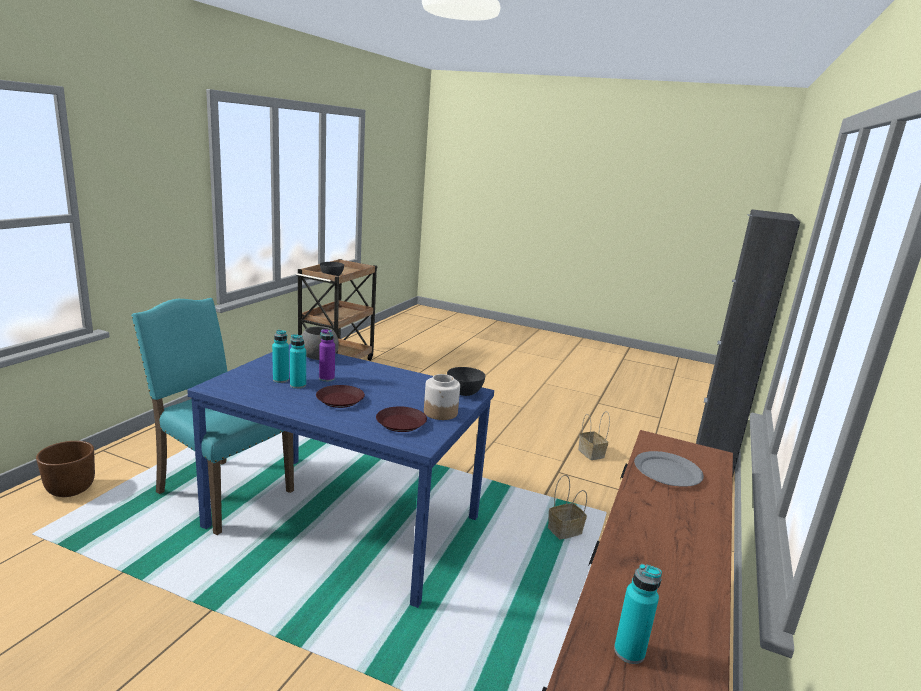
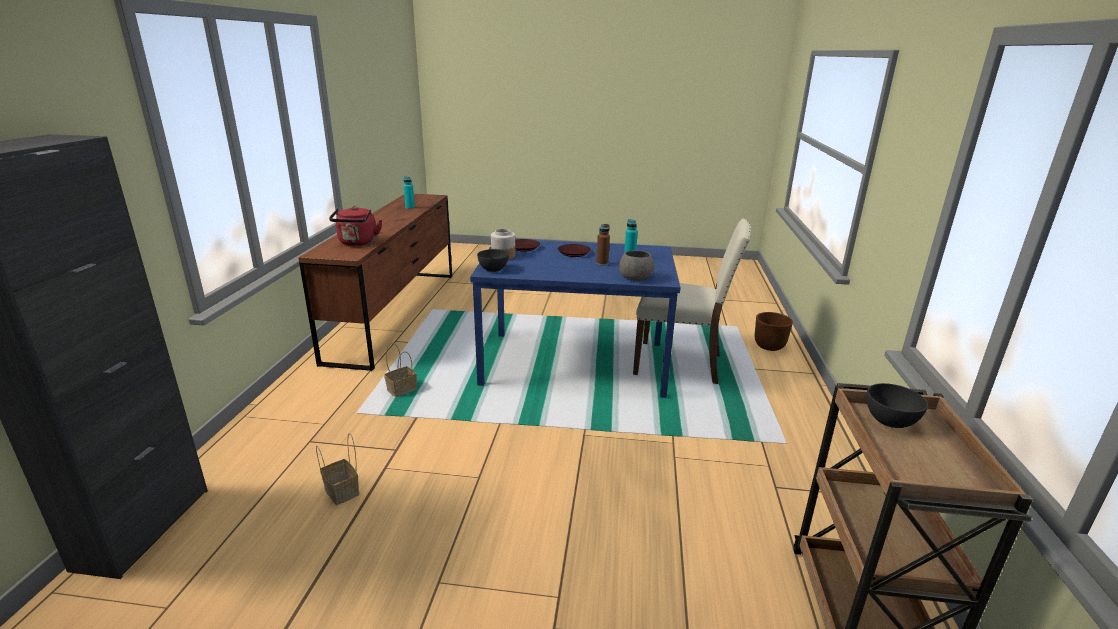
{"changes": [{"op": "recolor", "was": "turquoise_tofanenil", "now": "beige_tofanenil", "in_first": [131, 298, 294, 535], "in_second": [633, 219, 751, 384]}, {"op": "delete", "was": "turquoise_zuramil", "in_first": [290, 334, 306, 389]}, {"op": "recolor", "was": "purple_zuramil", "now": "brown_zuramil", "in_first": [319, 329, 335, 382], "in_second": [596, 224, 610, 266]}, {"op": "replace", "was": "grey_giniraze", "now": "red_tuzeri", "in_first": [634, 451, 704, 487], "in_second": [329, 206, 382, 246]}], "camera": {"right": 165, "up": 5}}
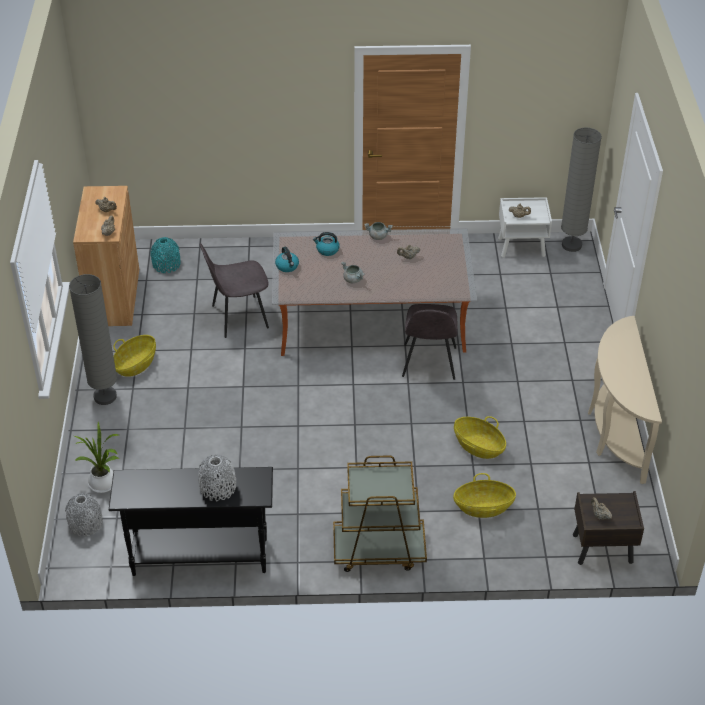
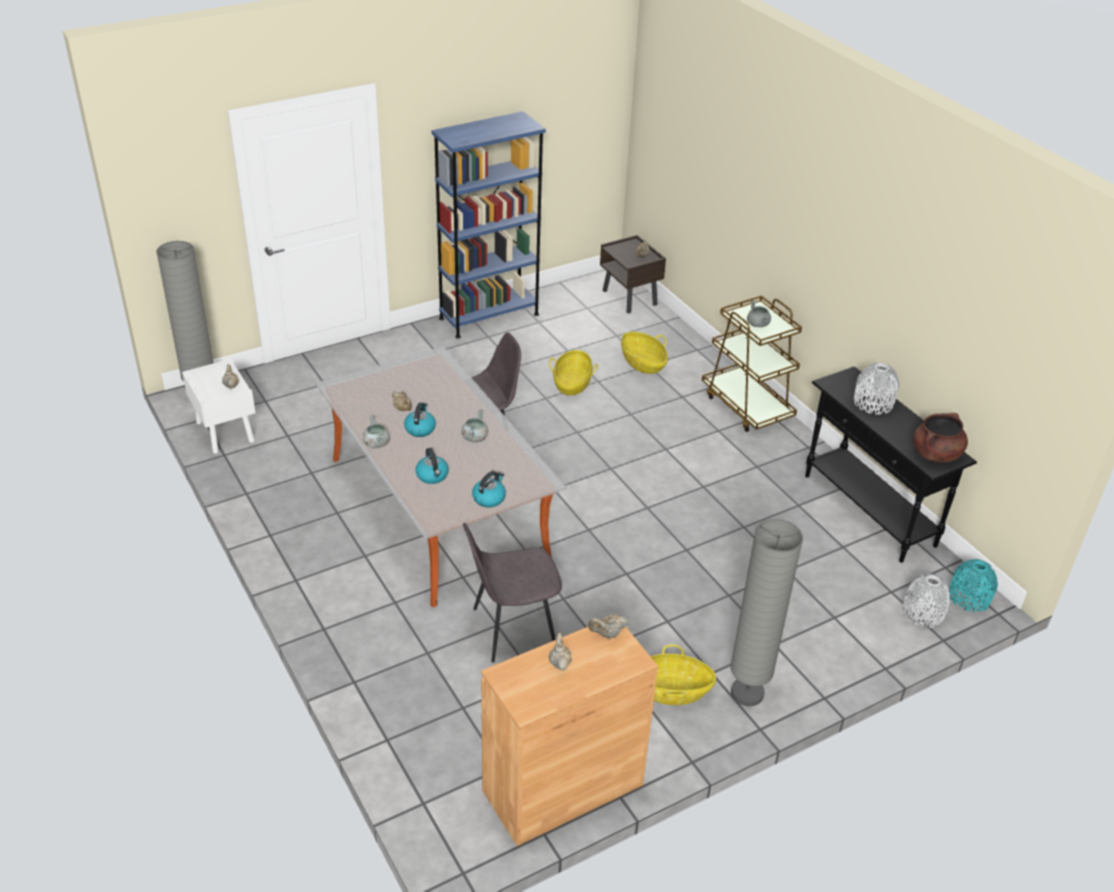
{"changes": [{"op": "delete", "was": "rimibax", "in_first": [74, 422, 119, 493]}, {"op": "move", "was": "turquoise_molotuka", "in_first": [150, 237, 180, 273], "in_second": [949, 559, 998, 612]}, {"op": "rotate", "was": "grey_tofanenil", "in_first": [199, 243, 269, 338], "in_second": [463, 523, 562, 663], "clockwise": 120}, {"op": "replace", "was": "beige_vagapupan", "now": "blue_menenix", "in_first": [588, 316, 662, 484], "in_second": [432, 111, 546, 339]}, {"op": "insert", "now": "tuzeri", "in_second": [404, 402, 436, 437]}, {"op": "insert", "now": "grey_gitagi", "in_second": [747, 300, 771, 327]}, {"op": "insert", "now": "brown_gitagi", "in_second": [913, 413, 968, 462]}], "camera": {"right": -120, "up": -5}}
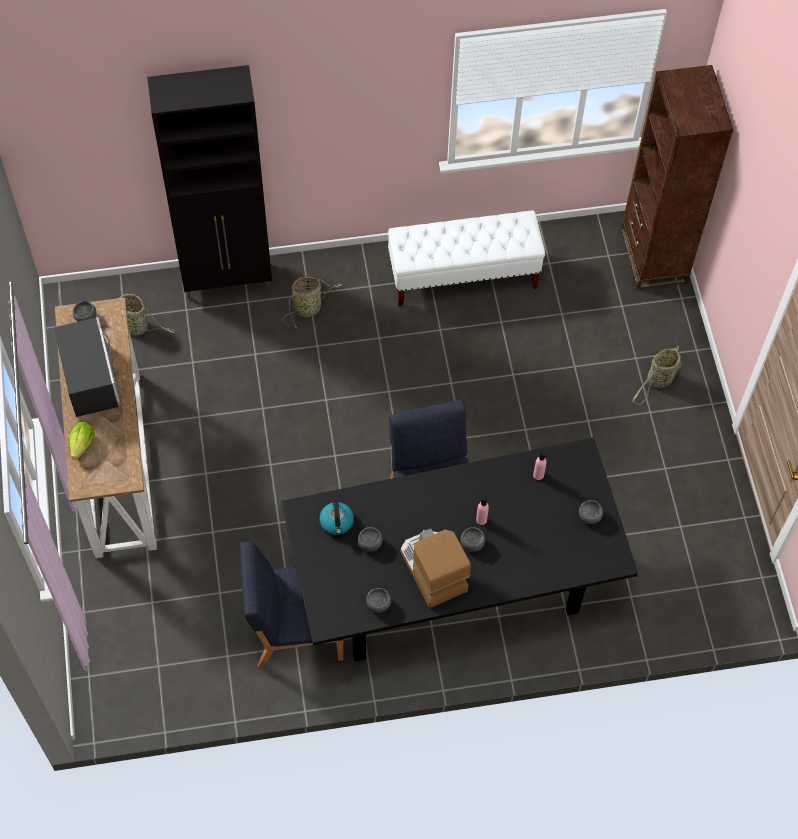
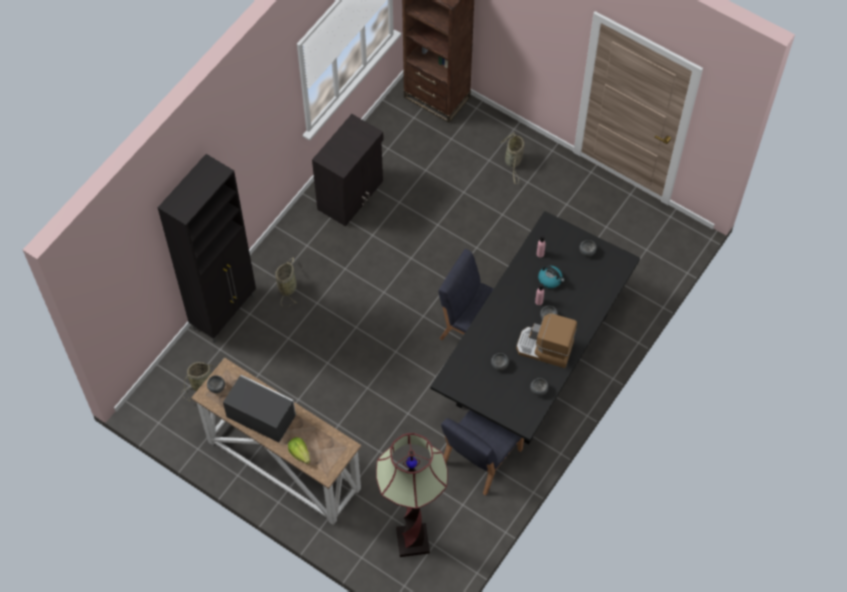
{"changes": [{"op": "move", "was": "tuzeri", "in_first": [320, 499, 354, 535], "in_second": [538, 265, 564, 288]}, {"op": "replace", "was": "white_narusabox", "now": "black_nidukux", "in_first": [388, 210, 545, 307], "in_second": [312, 114, 384, 227]}, {"op": "insert", "now": "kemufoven", "in_second": [376, 433, 448, 557]}], "camera": {"right": -45, "up": 0}}
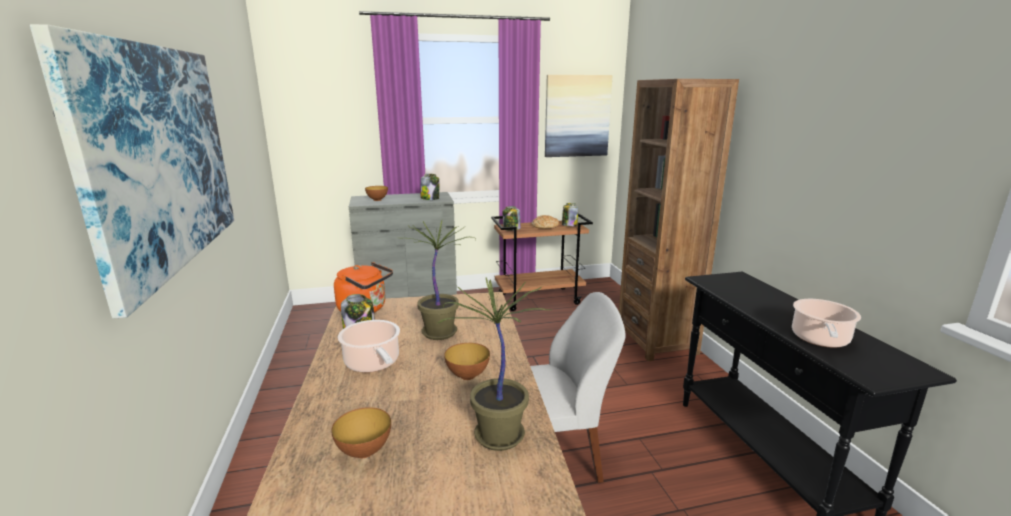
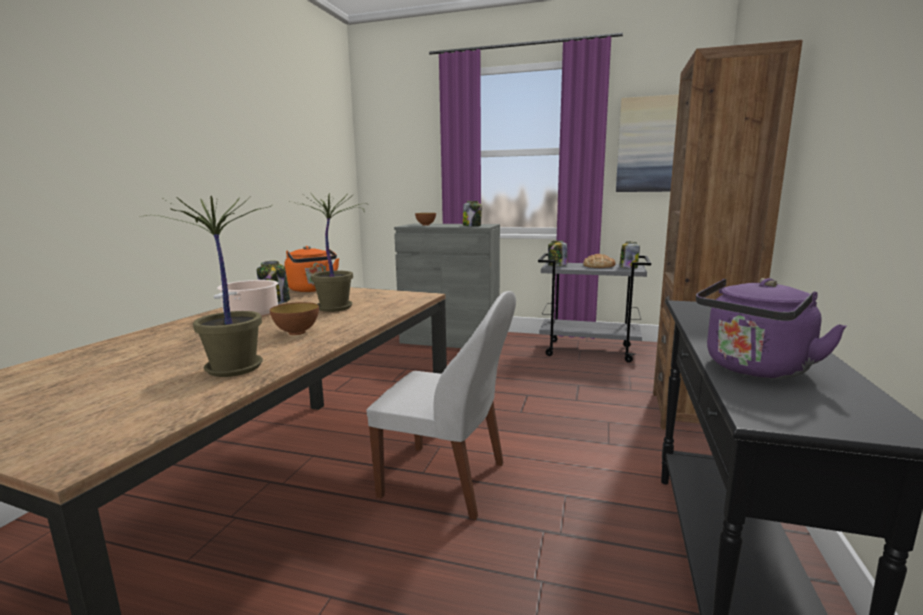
{"changes": [{"op": "delete", "was": "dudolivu", "in_first": [30, 24, 234, 319]}, {"op": "delete", "was": "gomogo", "in_first": [331, 407, 391, 458]}, {"op": "recolor", "was": "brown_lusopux", "now": "grey_lusopux", "in_first": [491, 213, 593, 311], "in_second": [538, 253, 651, 363]}, {"op": "replace", "was": "gitagi", "now": "purple_tuzeri", "in_first": [792, 299, 861, 348], "in_second": [696, 278, 847, 379]}], "camera": {"right": 30, "up": -5}}
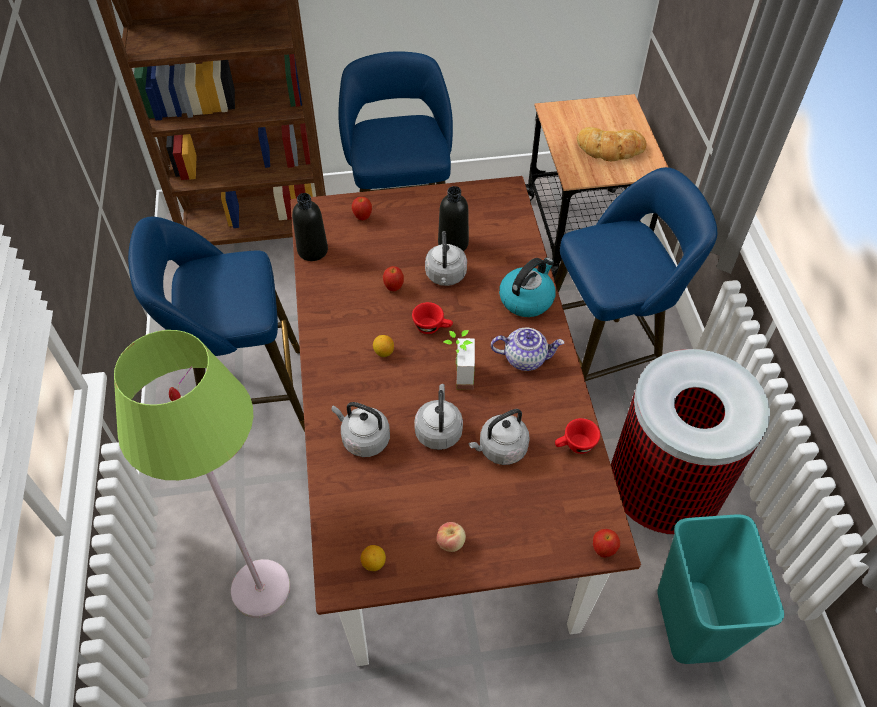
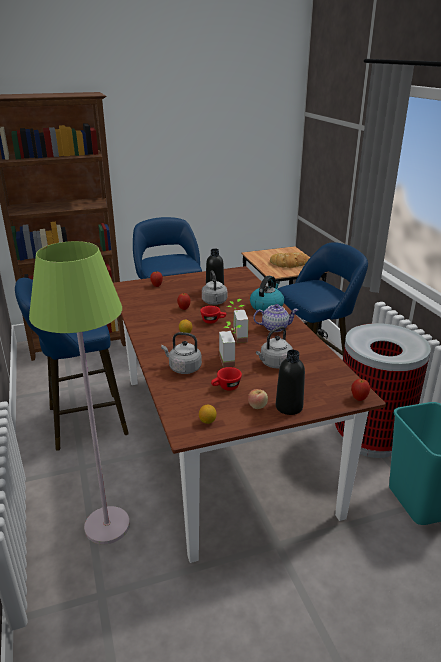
{"changes": [{"op": "move", "was": "black_zuramil", "in_first": [292, 193, 328, 261], "in_second": [276, 350, 305, 415]}, {"op": "replace", "was": "grey_tuzeri", "now": "rimibax", "in_first": [414, 384, 463, 450], "in_second": [219, 321, 242, 367]}, {"op": "move", "was": "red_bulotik", "in_first": [555, 418, 600, 454], "in_second": [211, 367, 242, 391]}], "camera": {"right": -10, "up": -25}}
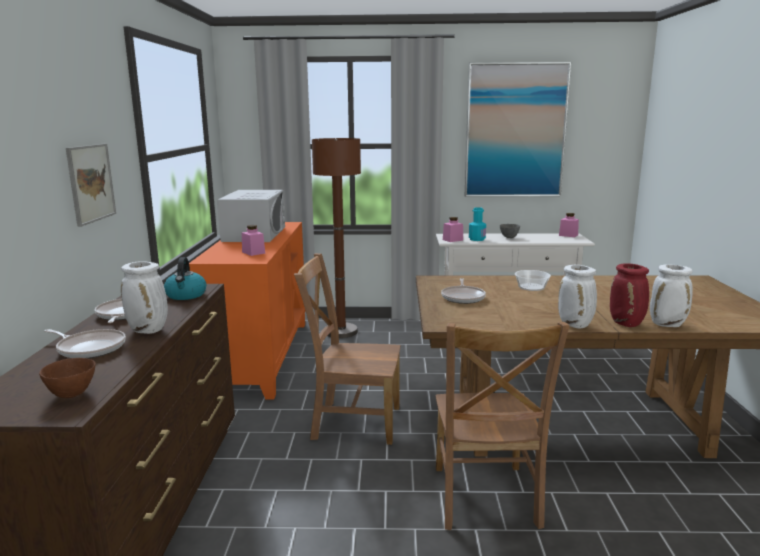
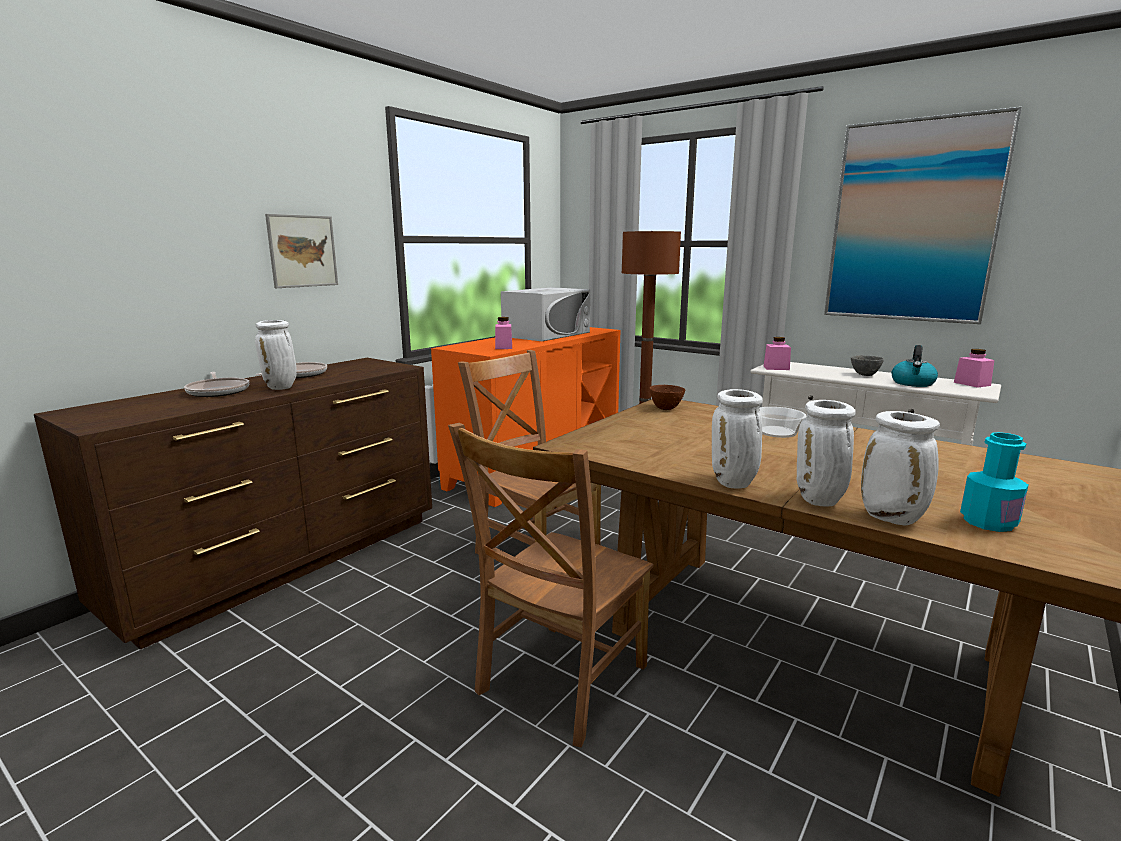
{"changes": [{"op": "move", "was": "brown_gomogo", "in_first": [39, 358, 95, 398], "in_second": [649, 385, 685, 410]}, {"op": "move", "was": "tuzeri", "in_first": [164, 257, 206, 300], "in_second": [891, 345, 938, 387]}, {"op": "delete", "was": "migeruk", "in_first": [441, 278, 486, 304]}, {"op": "move", "was": "turquoise_zuramil", "in_first": [469, 207, 486, 241], "in_second": [960, 432, 1029, 532]}, {"op": "recolor", "was": "red_molotuka", "now": "white_molotuka", "in_first": [610, 263, 649, 327], "in_second": [797, 400, 856, 507]}], "camera": {"right": 35, "up": 0}}
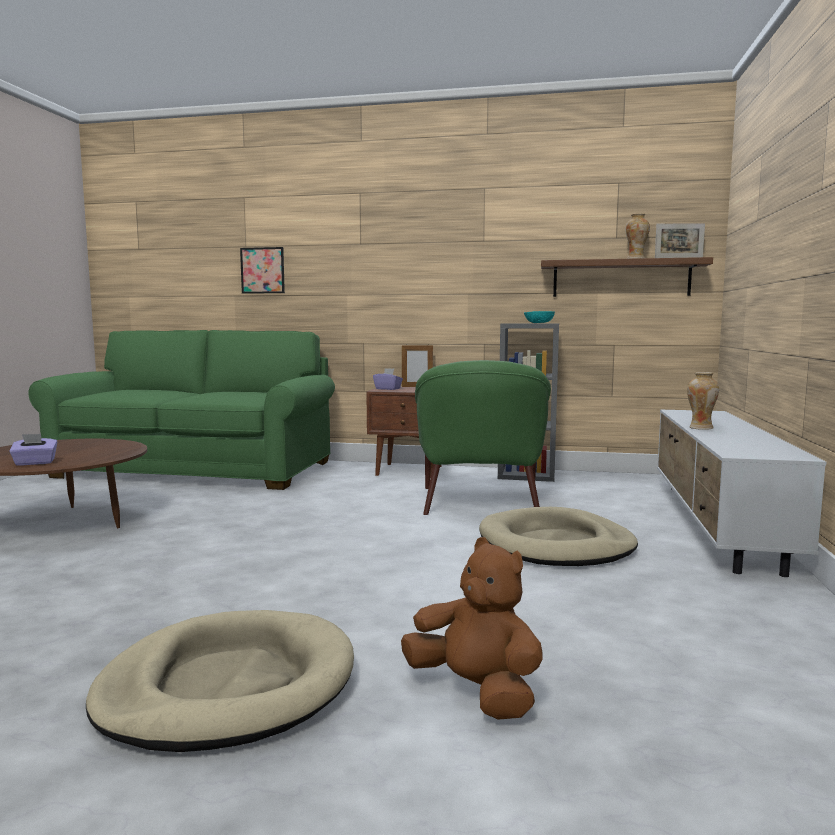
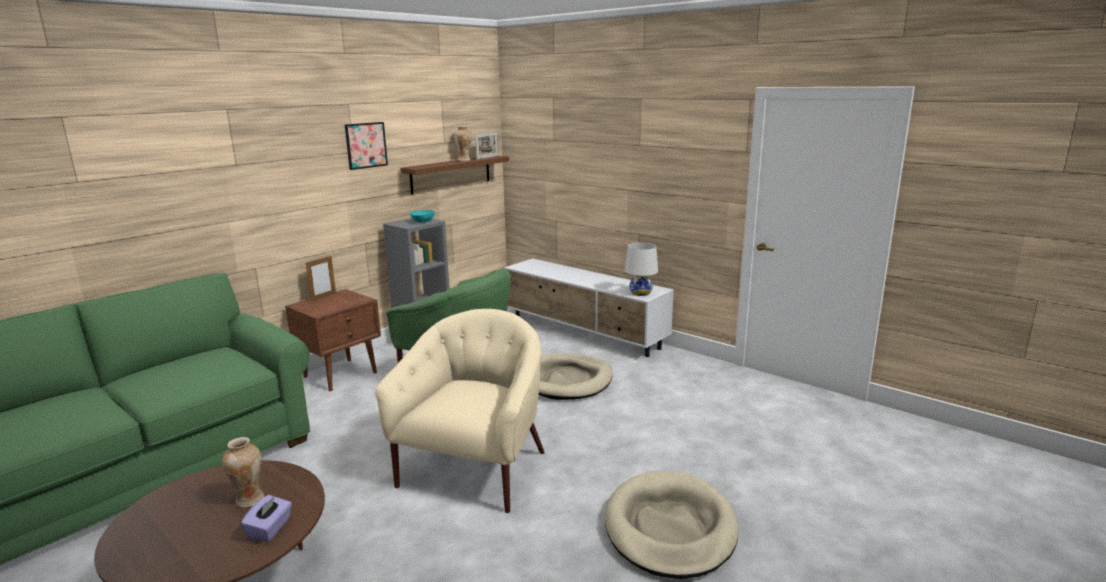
{"changes": [{"op": "move", "was": "dudolivu", "in_first": [240, 247, 285, 294], "in_second": [345, 122, 388, 170]}, {"op": "delete", "was": "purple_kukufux", "in_first": [373, 368, 403, 390]}, {"op": "delete", "was": "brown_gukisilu", "in_first": [401, 537, 543, 720]}, {"op": "move", "was": "molotuka", "in_first": [687, 372, 719, 430], "in_second": [222, 437, 264, 507]}, {"op": "insert", "now": "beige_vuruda", "in_second": [375, 309, 545, 513]}, {"op": "insert", "now": "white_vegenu", "in_second": [625, 243, 658, 296]}], "camera": {"right": -60, "up": 10}}
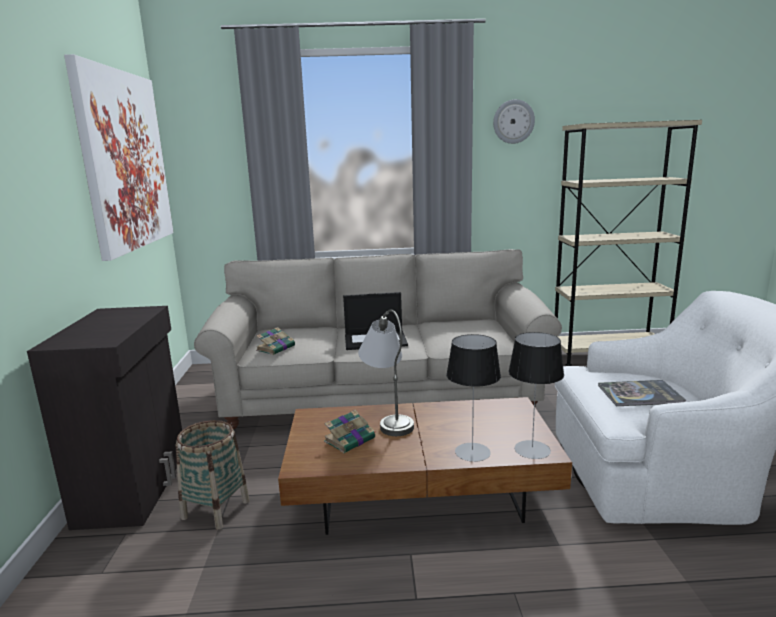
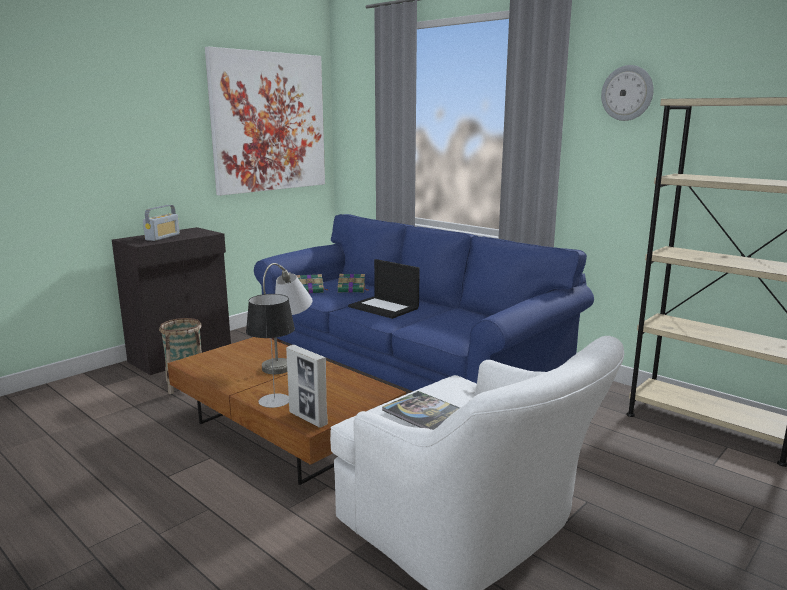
{"changes": [{"op": "recolor", "was": "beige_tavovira", "now": "blue_tavovira", "in_first": [194, 249, 562, 430], "in_second": [254, 214, 594, 391]}, {"op": "move", "was": "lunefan", "in_first": [324, 410, 377, 453], "in_second": [338, 274, 369, 293]}, {"op": "replace", "was": "vegenu", "now": "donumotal", "in_first": [508, 332, 564, 459], "in_second": [286, 345, 328, 428]}, {"op": "insert", "now": "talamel", "in_second": [143, 205, 180, 241]}], "camera": {"right": 45, "up": 0}}
